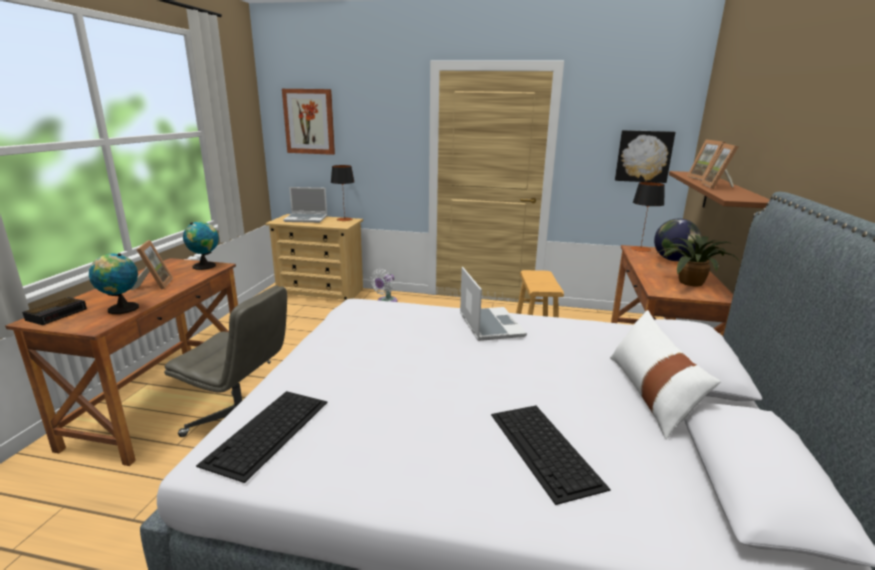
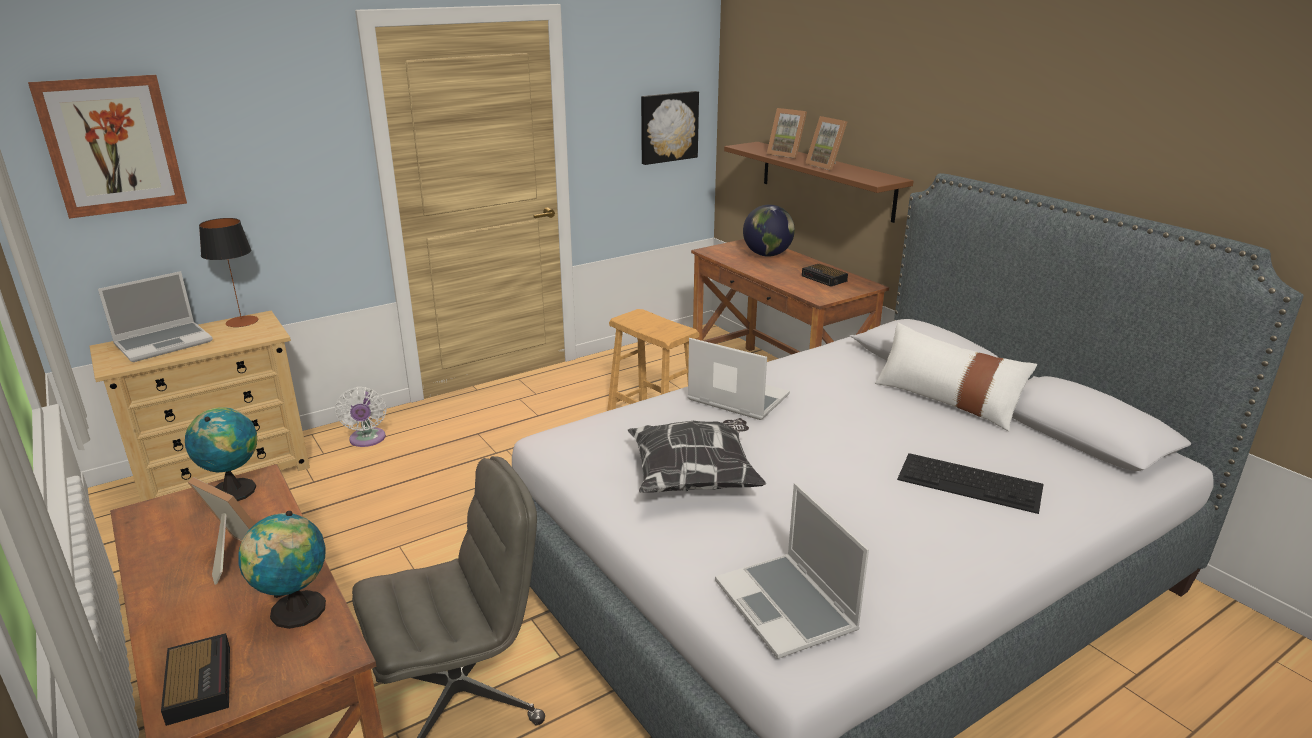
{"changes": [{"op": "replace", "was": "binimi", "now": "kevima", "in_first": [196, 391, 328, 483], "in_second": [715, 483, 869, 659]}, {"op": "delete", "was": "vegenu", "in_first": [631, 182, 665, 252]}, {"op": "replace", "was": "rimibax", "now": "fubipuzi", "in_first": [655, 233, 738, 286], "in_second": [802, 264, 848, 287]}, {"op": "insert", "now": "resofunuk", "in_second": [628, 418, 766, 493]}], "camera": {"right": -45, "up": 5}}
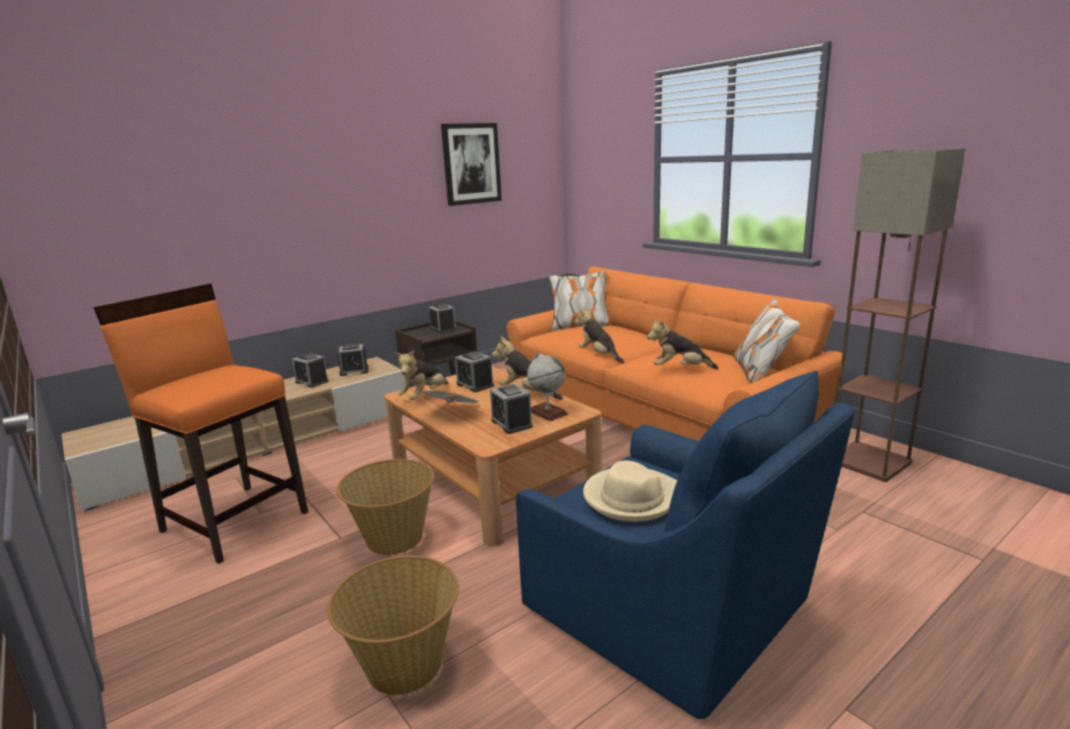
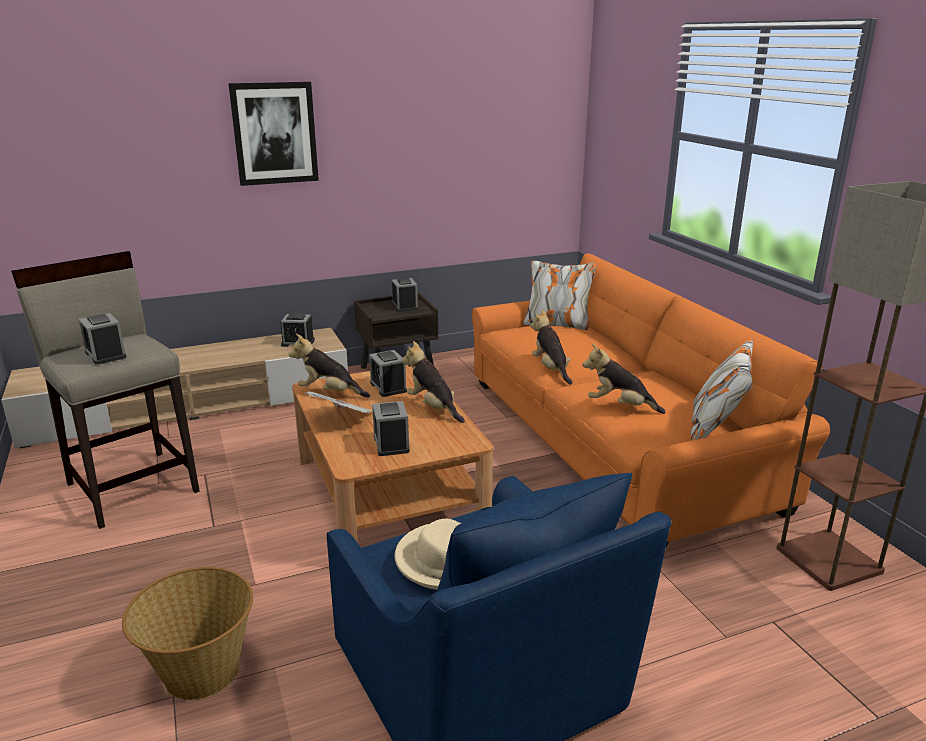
{"changes": [{"op": "recolor", "was": "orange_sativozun", "now": "beige_sativozun", "in_first": [94, 284, 308, 564], "in_second": [11, 251, 200, 529]}, {"op": "move", "was": "fubipuzi", "in_first": [292, 353, 329, 388], "in_second": [78, 313, 126, 365]}, {"op": "delete", "was": "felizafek", "in_first": [337, 459, 434, 555]}, {"op": "rotate", "was": "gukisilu", "in_first": [395, 350, 448, 400], "in_second": [289, 334, 370, 398], "clockwise": 60}, {"op": "move", "was": "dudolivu", "in_first": [441, 123, 502, 206], "in_second": [228, 82, 319, 186]}, {"op": "delete", "was": "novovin", "in_first": [527, 352, 568, 421]}], "camera": {"right": 15, "up": 5}}
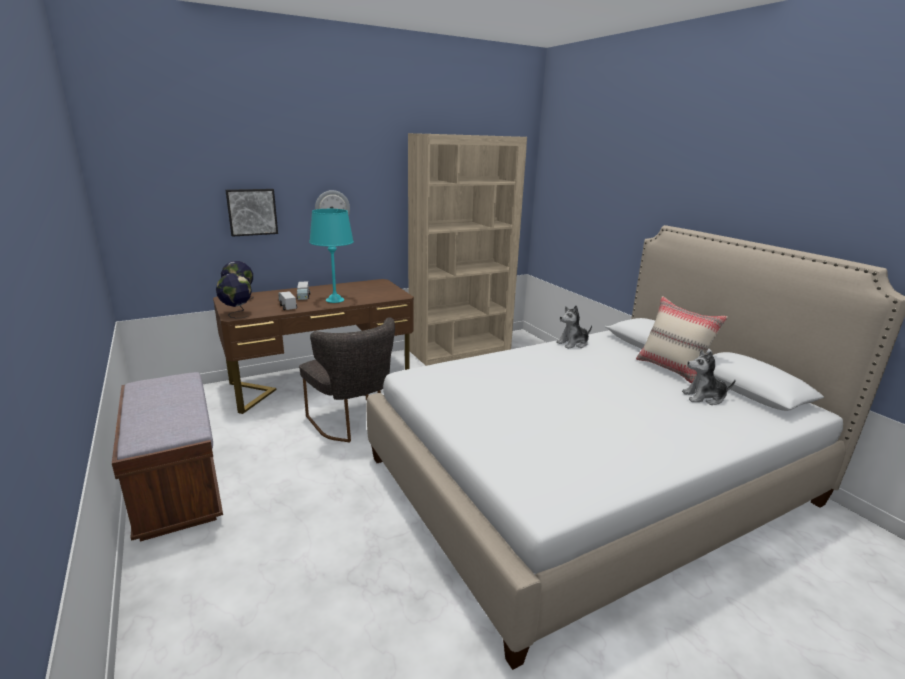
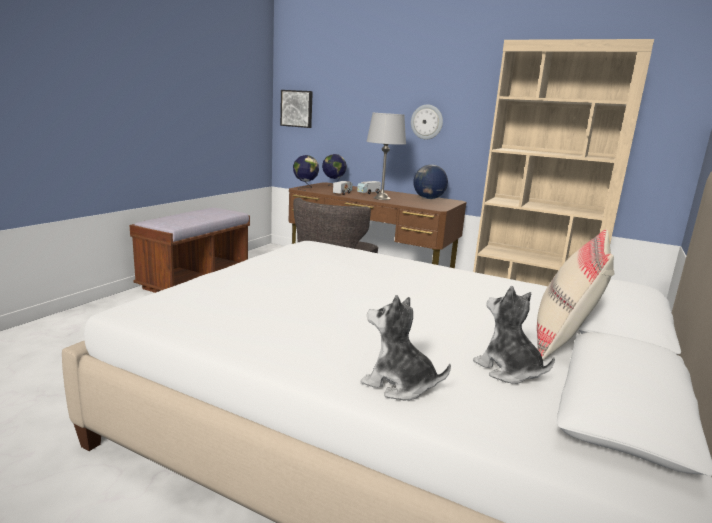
{"changes": [{"op": "move", "was": "dudolivu", "in_first": [225, 189, 278, 237], "in_second": [280, 90, 313, 128]}, {"op": "recolor", "was": "turquoise_vegenu", "now": "grey_vegenu", "in_first": [309, 209, 354, 303], "in_second": [366, 113, 406, 200]}, {"op": "move", "was": "gukisilu", "in_first": [556, 305, 592, 349], "in_second": [361, 295, 451, 400]}, {"op": "insert", "now": "novovin", "in_second": [413, 165, 448, 199]}], "camera": {"right": 55, "up": -5}}
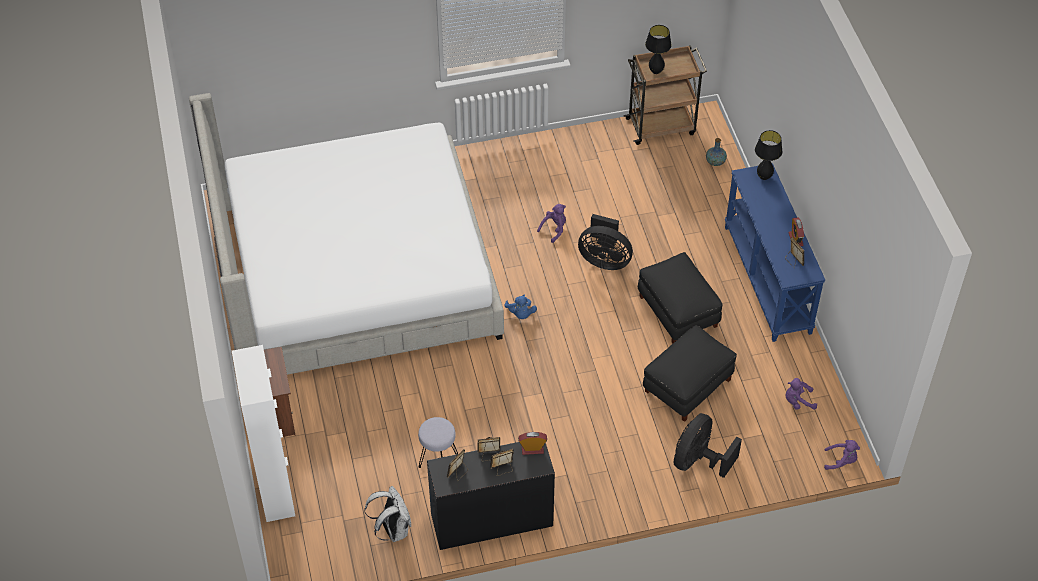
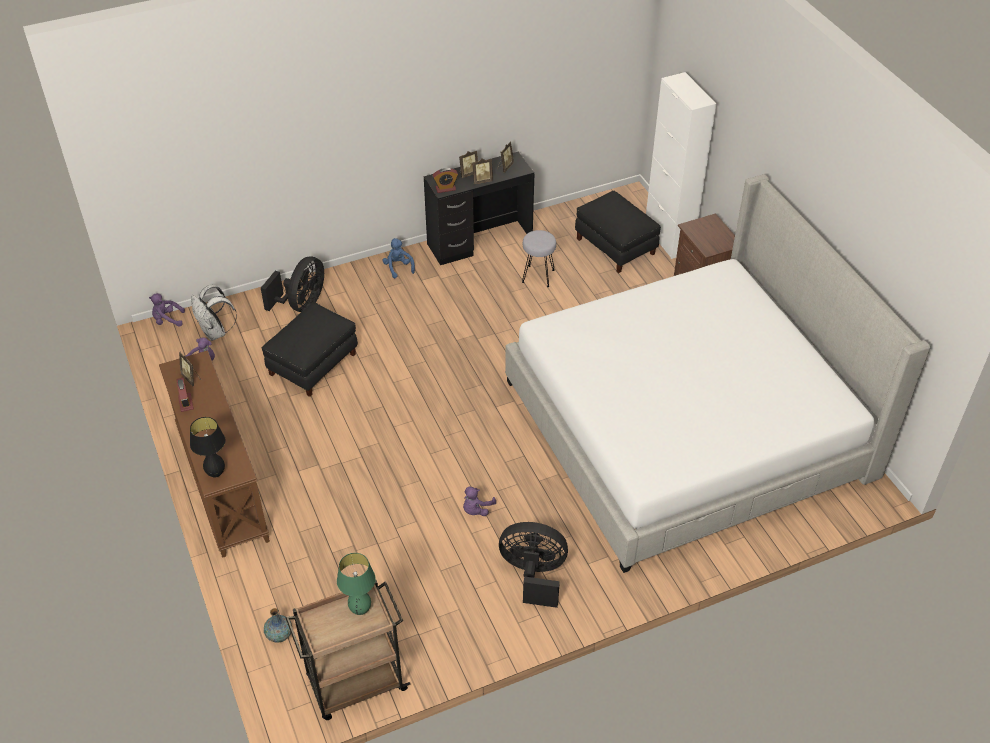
{"changes": [{"op": "move", "was": "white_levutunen", "in_first": [364, 486, 411, 542], "in_second": [191, 285, 237, 341]}, {"op": "move", "was": "blue_gukisilu", "in_first": [505, 295, 537, 319], "in_second": [382, 238, 415, 279]}, {"op": "move", "was": "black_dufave", "in_first": [578, 214, 633, 270], "in_second": [499, 522, 568, 608]}, {"op": "move", "was": "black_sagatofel", "in_first": [638, 252, 723, 344], "in_second": [575, 191, 661, 273]}, {"op": "recolor", "was": "black_vegenu", "now": "green_vegenu", "in_first": [645, 25, 672, 74], "in_second": [337, 553, 376, 615]}, {"op": "recolor", "was": "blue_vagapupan", "now": "brown_vagapupan", "in_first": [725, 163, 825, 342], "in_second": [159, 350, 270, 558]}], "camera": {"right": 170, "up": -5}}
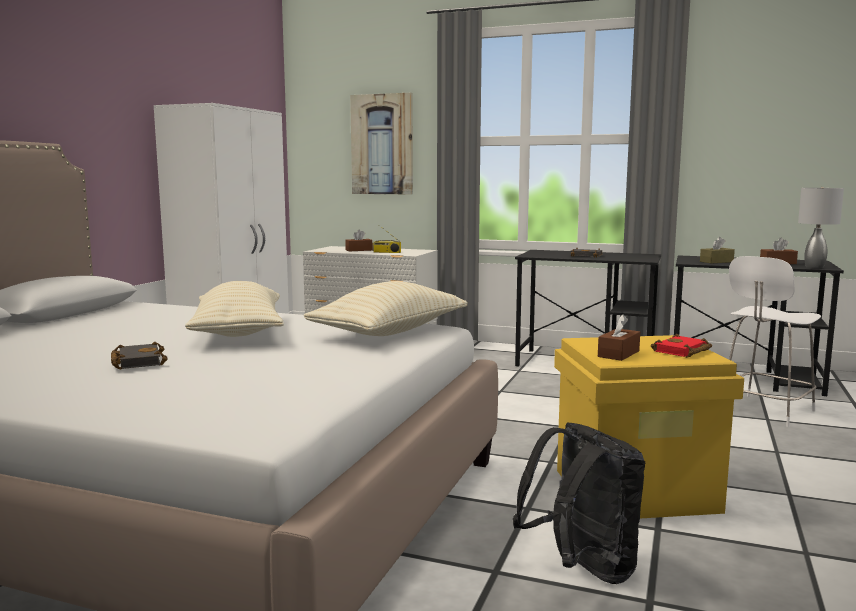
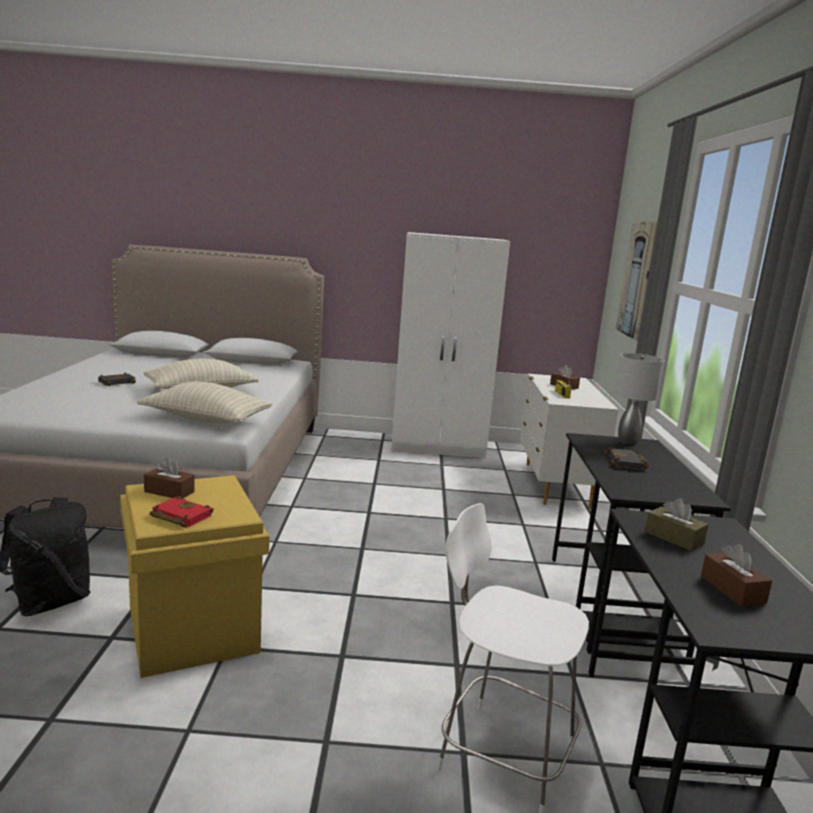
{"changes": [{"op": "move", "was": "grey_vegenu", "in_first": [798, 187, 844, 269], "in_second": [614, 353, 665, 445]}], "camera": {"right": 70, "up": 5}}
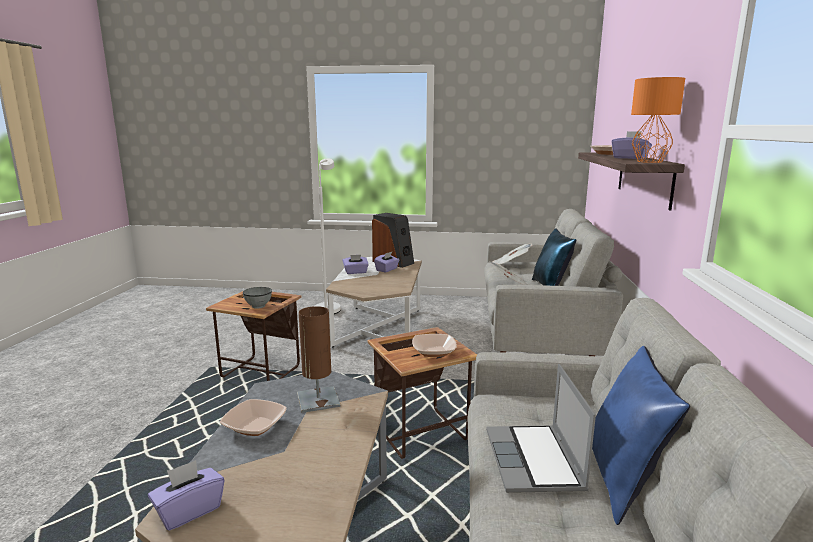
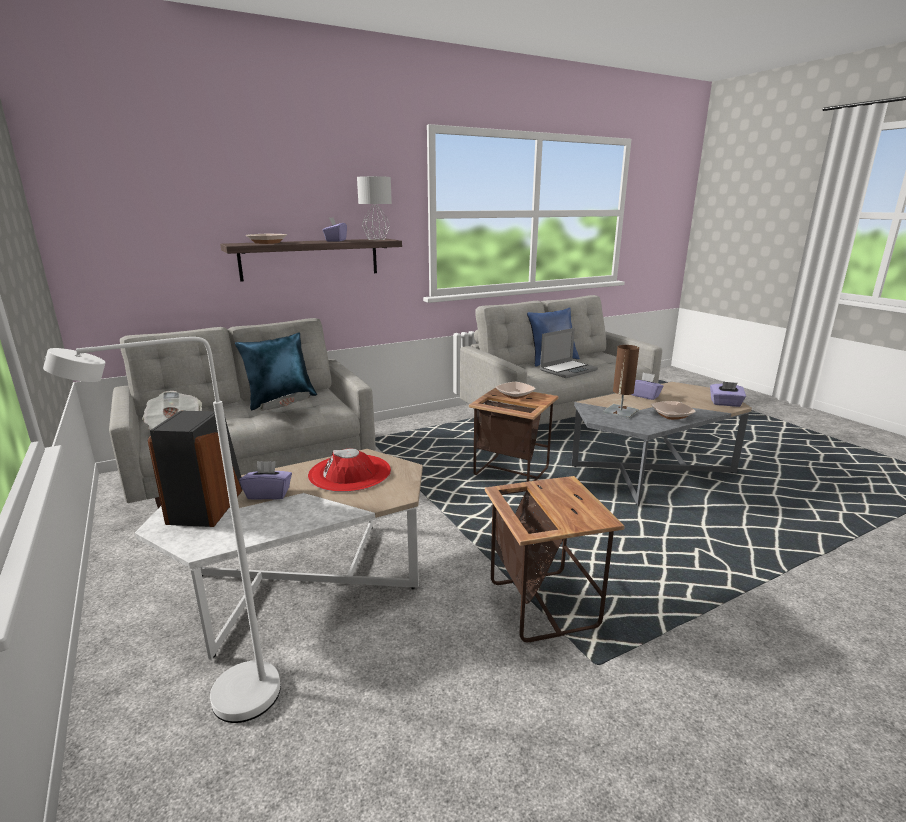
{"changes": [{"op": "delete", "was": "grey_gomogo", "in_first": [243, 287, 272, 309]}, {"op": "move", "was": "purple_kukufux", "in_first": [343, 255, 369, 274], "in_second": [631, 372, 664, 400]}, {"op": "recolor", "was": "orange_vegenu", "now": "grey_vegenu", "in_first": [631, 77, 685, 163], "in_second": [357, 176, 392, 240]}, {"op": "insert", "now": "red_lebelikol", "in_second": [308, 449, 391, 492]}], "camera": {"right": -125, "up": 5}}
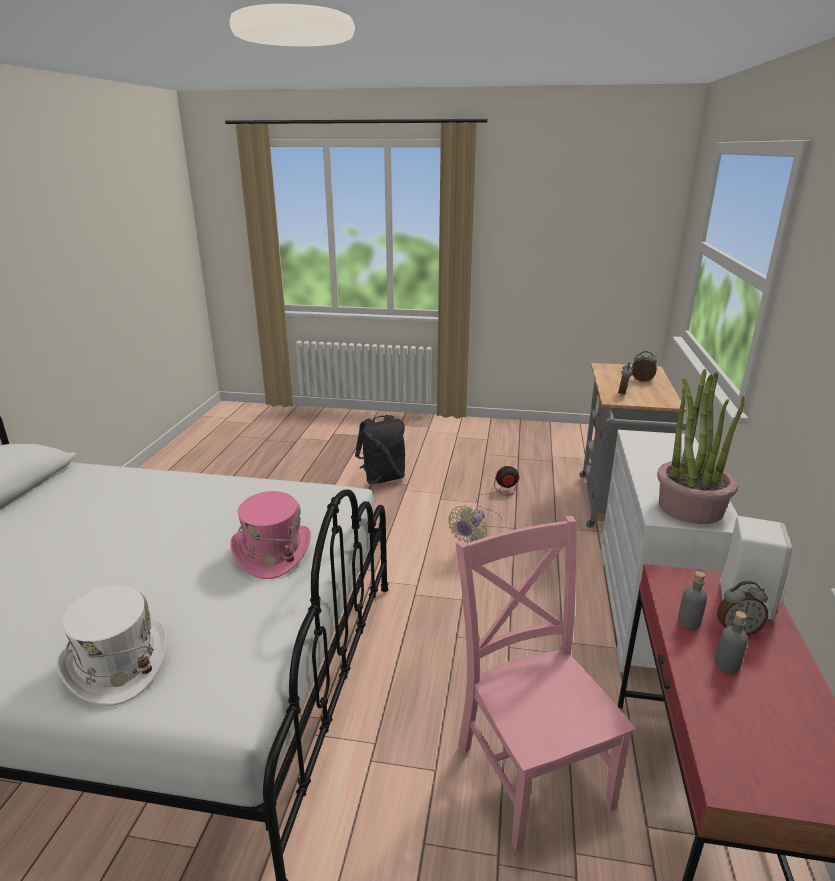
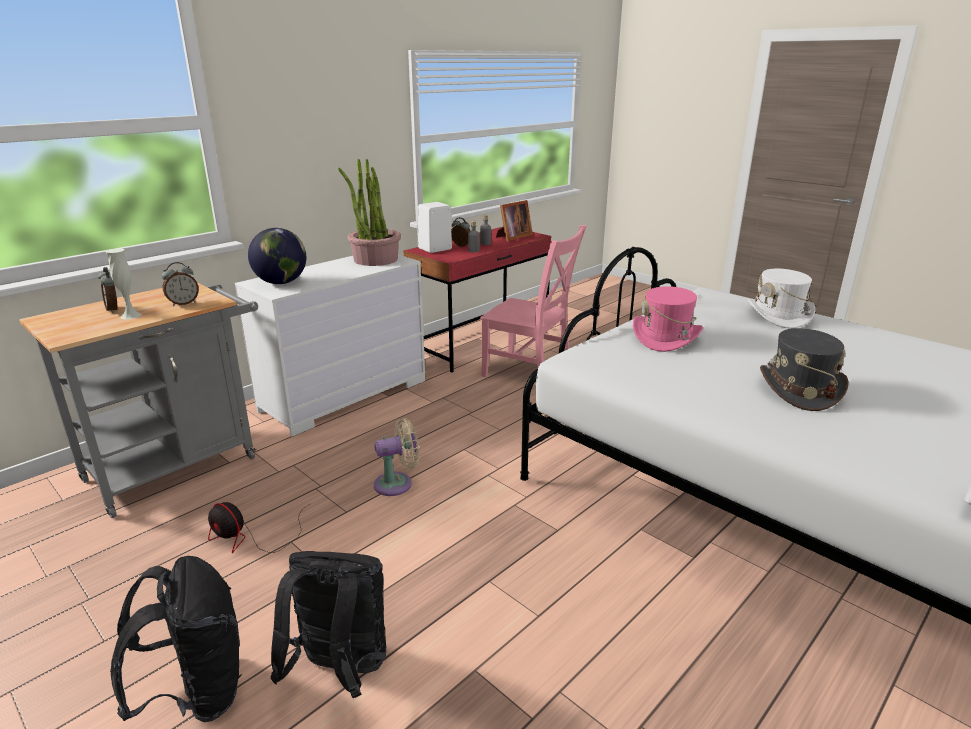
{"changes": [{"op": "rotate", "was": "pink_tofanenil", "in_first": [456, 516, 636, 851], "in_second": [480, 225, 587, 377], "clockwise": -75}, {"op": "insert", "now": "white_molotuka", "in_second": [106, 248, 141, 319]}, {"op": "insert", "now": "black_levutunen", "in_second": [110, 556, 242, 722]}, {"op": "insert", "now": "novovin", "in_second": [248, 228, 306, 284]}, {"op": "insert", "now": "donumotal", "in_second": [496, 200, 533, 241]}, {"op": "insert", "now": "grey_lebelikol", "in_second": [760, 328, 849, 411]}], "camera": {"right": -145, "up": 0}}
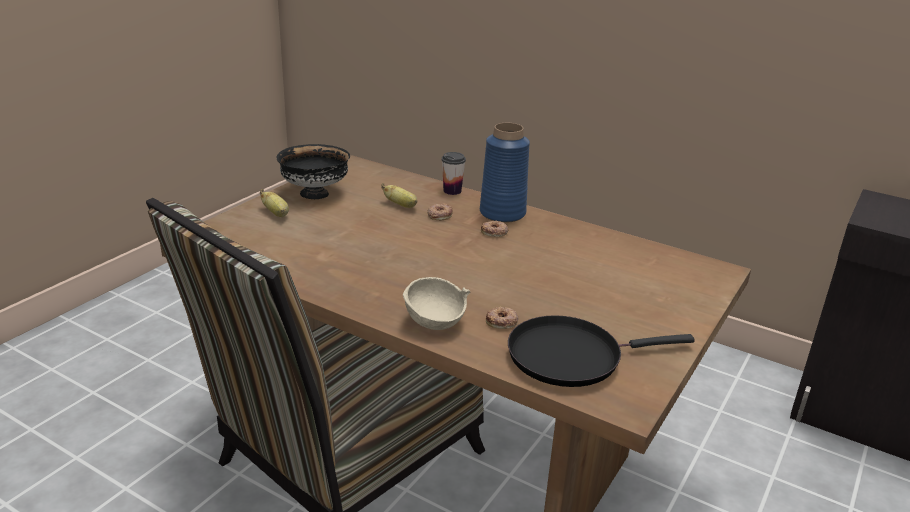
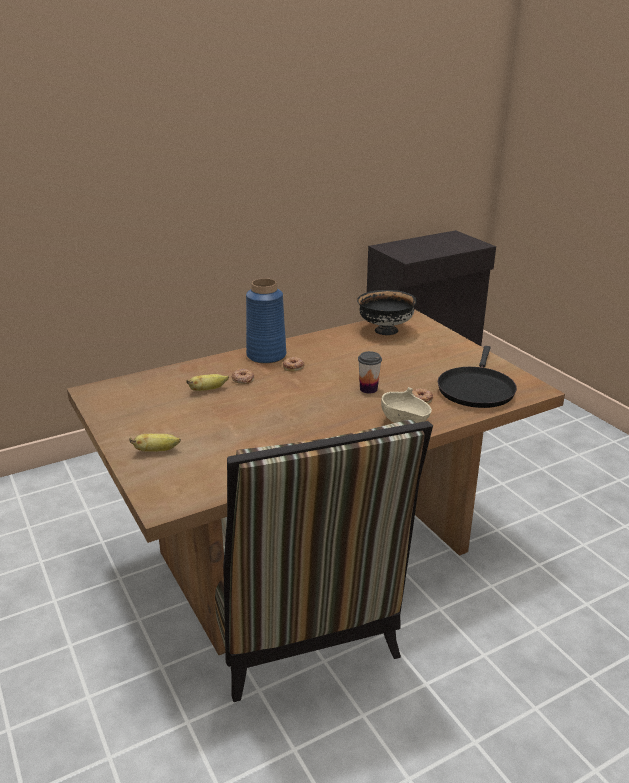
{"changes": [{"op": "move", "was": "black_gomogo", "in_first": [276, 144, 350, 199], "in_second": [357, 290, 417, 335]}, {"op": "move", "was": "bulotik", "in_first": [441, 152, 466, 195], "in_second": [358, 351, 382, 394]}], "camera": {"right": -60, "up": 0}}
